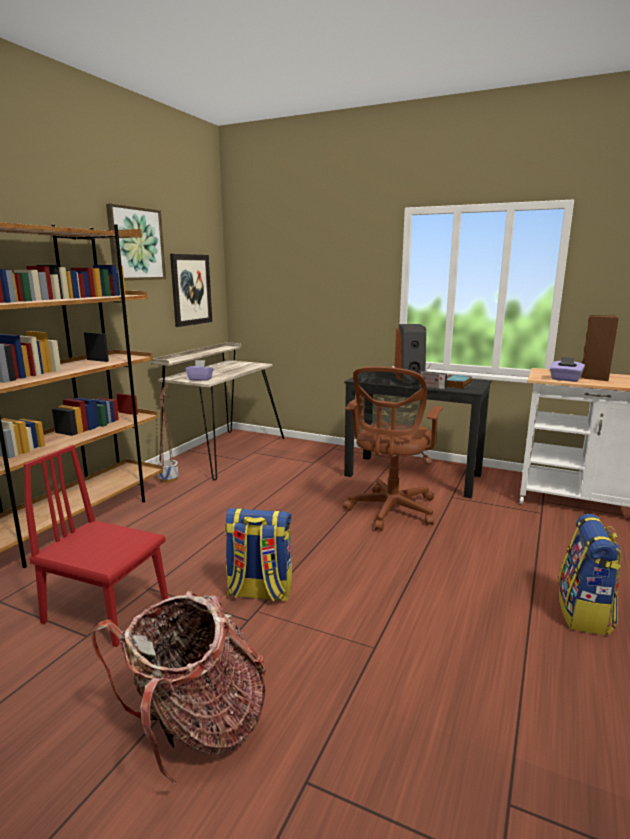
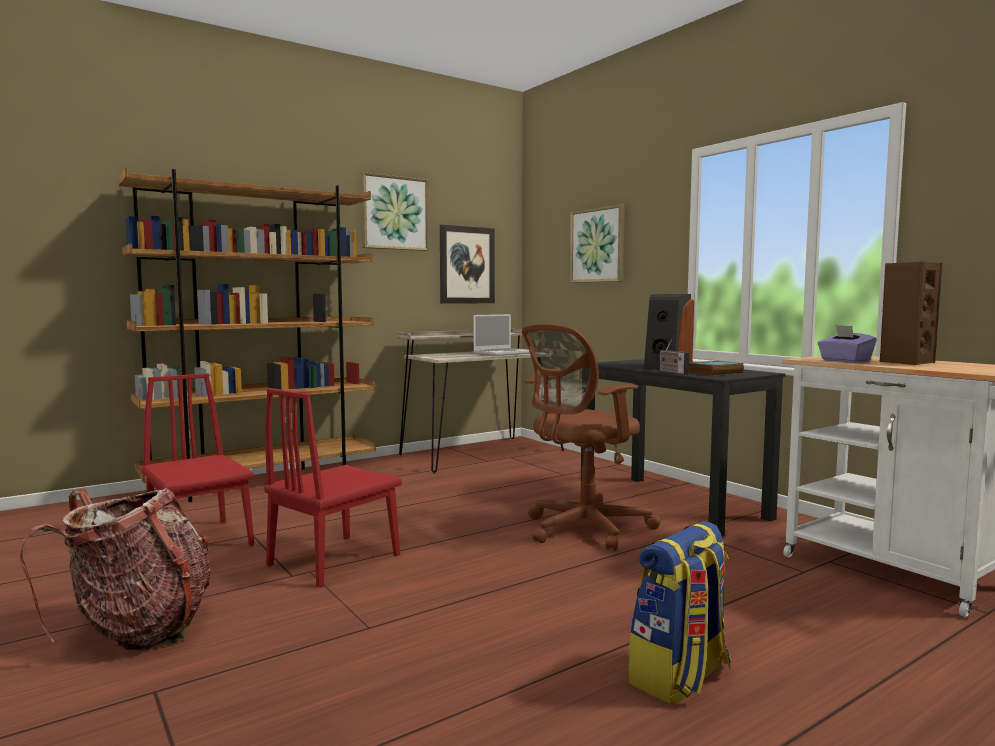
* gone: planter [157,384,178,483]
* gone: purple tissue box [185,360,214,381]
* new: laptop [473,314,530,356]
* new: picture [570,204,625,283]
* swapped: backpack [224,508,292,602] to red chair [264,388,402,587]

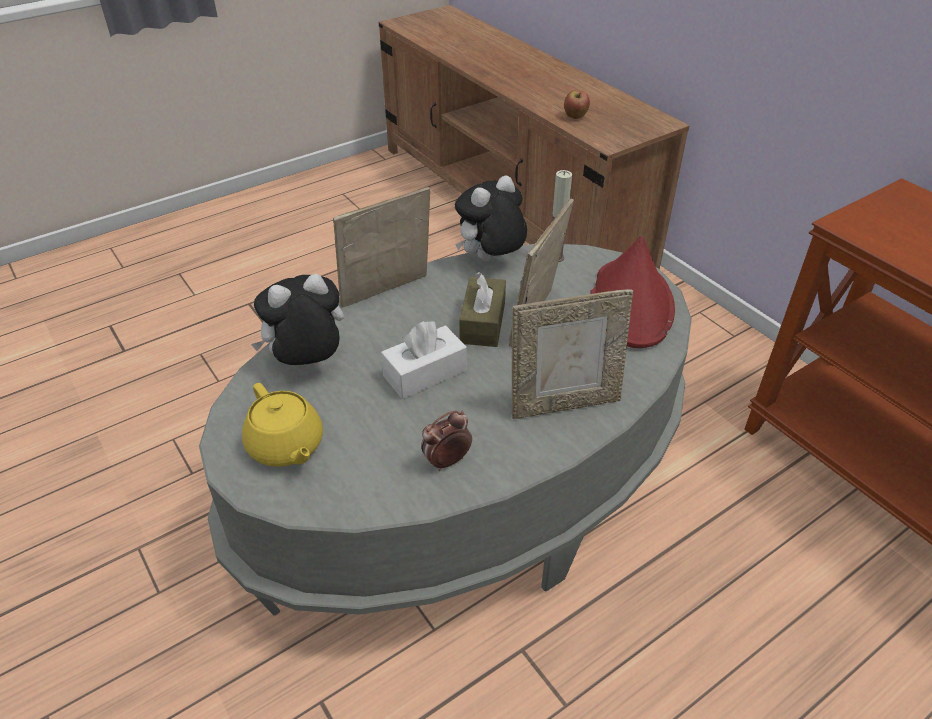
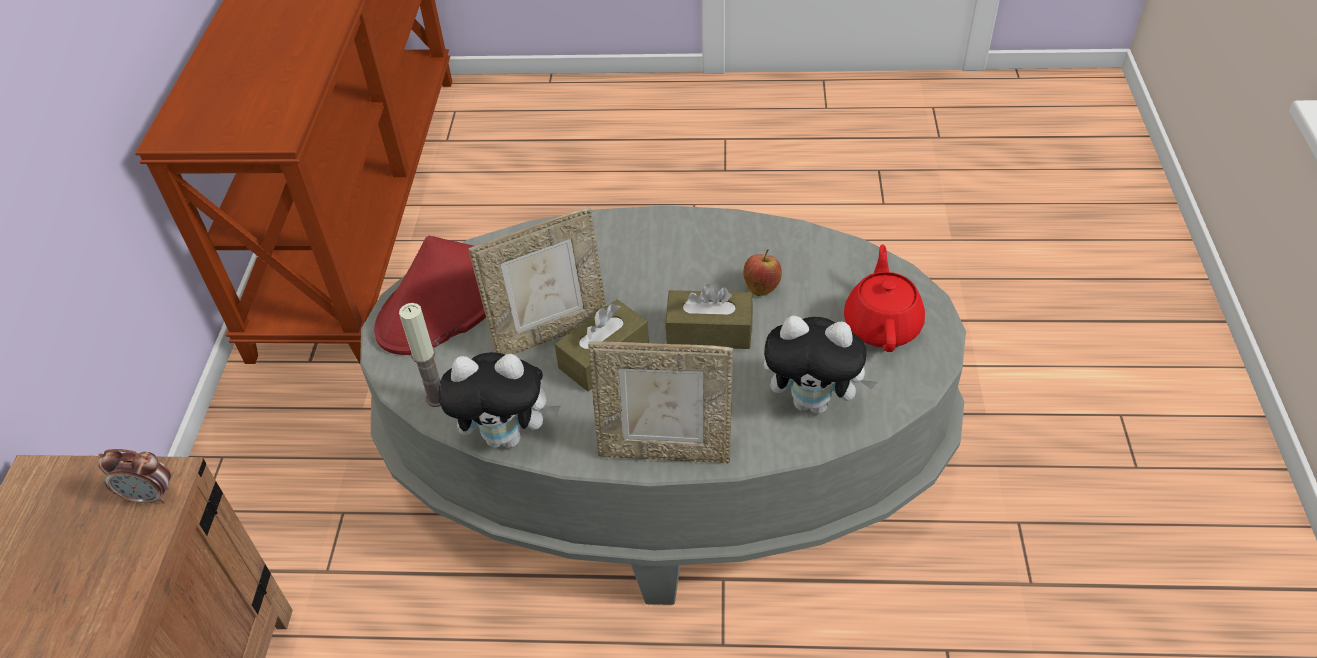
* gone: picture frame [512,289,633,419]
* shifted: alarm clock [421,410,472,471] to [98,449,171,504]
* shifted: apple [564,90,590,119] to [743,249,782,296]
* repainted: yellow teapot [242,383,323,467] to red teapot [844,244,925,352]
* repainted: white tissue box [381,321,467,399] to brown tissue box [665,284,753,349]

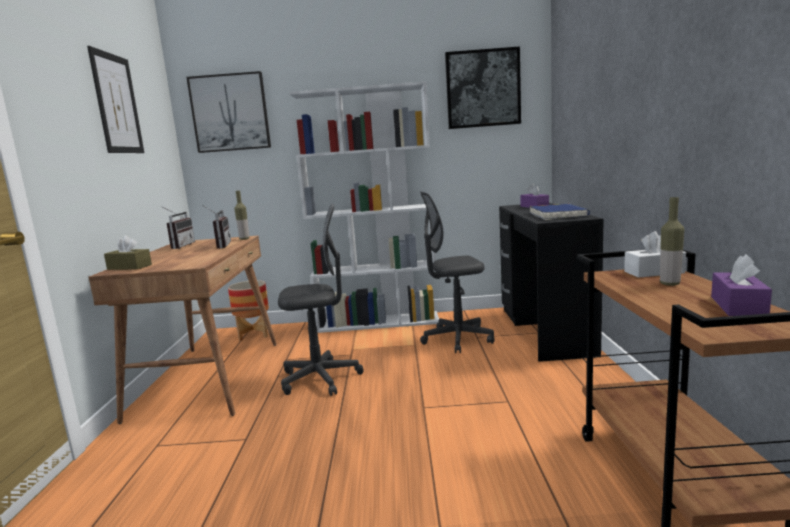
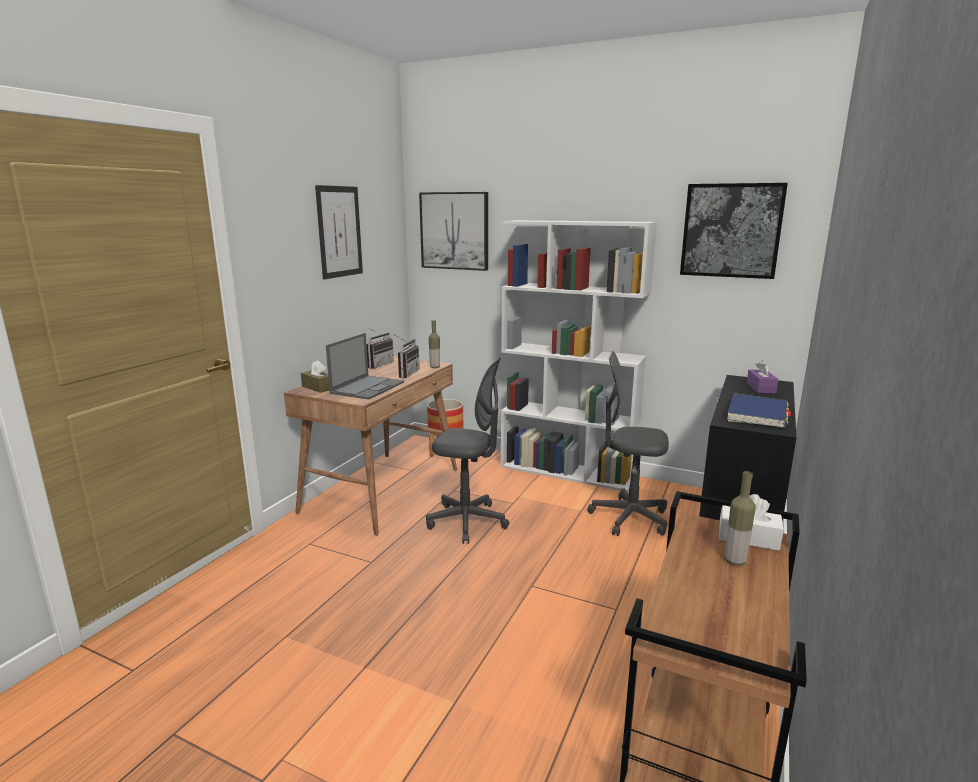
* gone: purple tissue box [711,254,772,316]
* new: laptop [326,333,404,400]

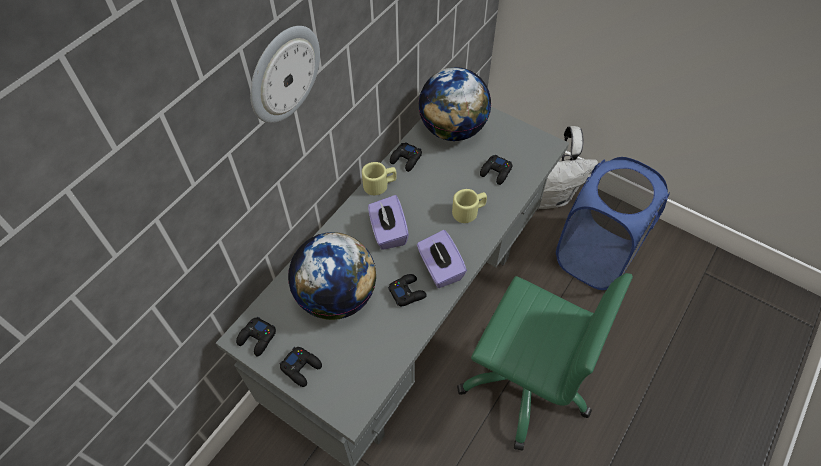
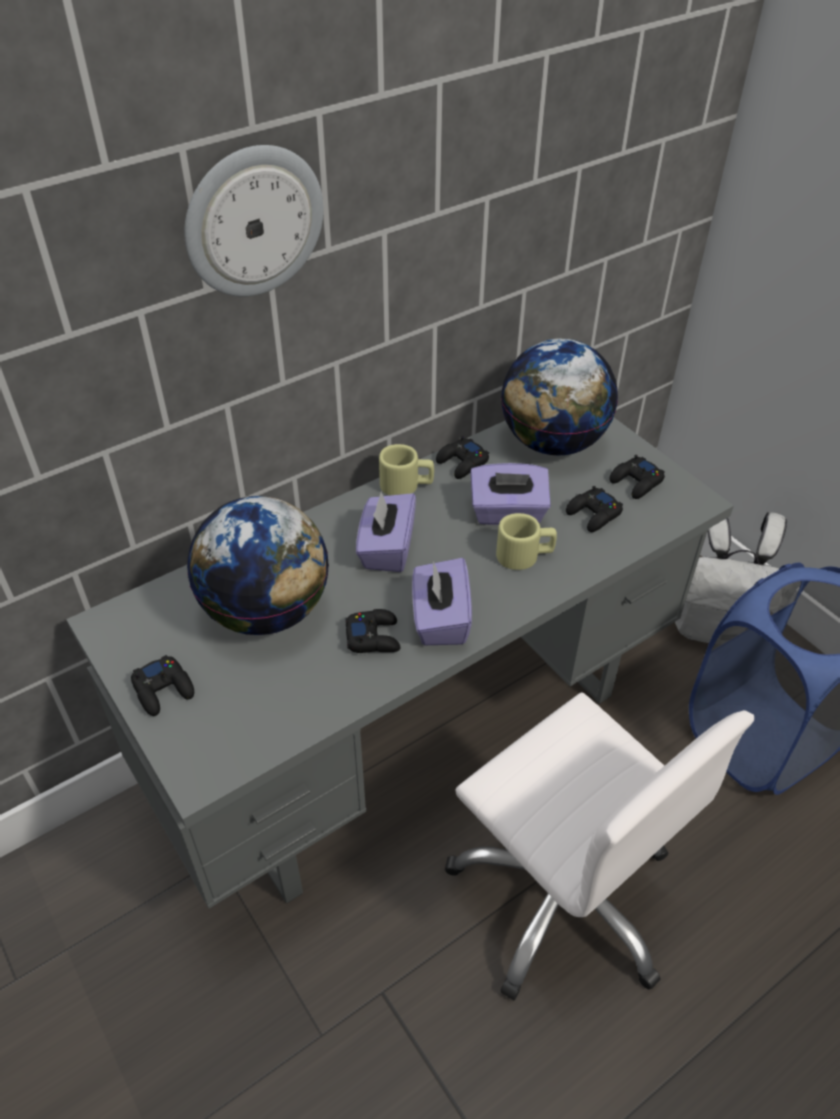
* new: purple tissue box [470,463,551,525]
* shifted: black game controller [236,317,276,356] to [609,455,665,499]
* repainted: green office chair [457,273,633,451] to white office chair [445,692,754,1000]

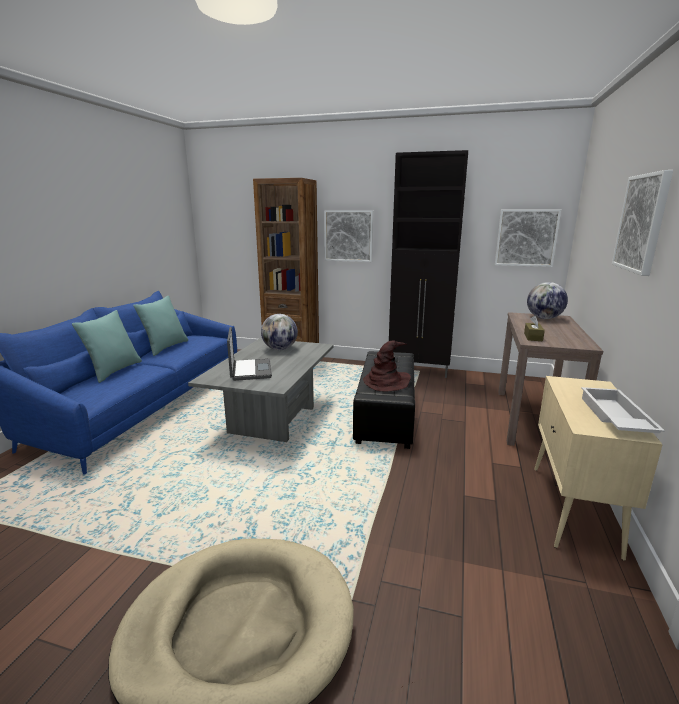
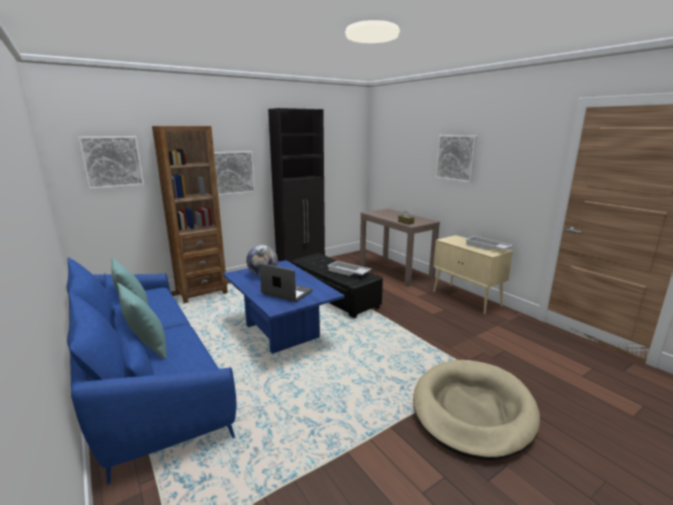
* gone: globe [527,282,568,319]
* shifted: picture [495,210,561,267] to [78,136,144,189]
* swapped: brown hat [363,340,411,391] to white tray [328,261,371,276]
* repainted: grey coffee table [188,338,334,442] to blue coffee table [223,260,344,354]

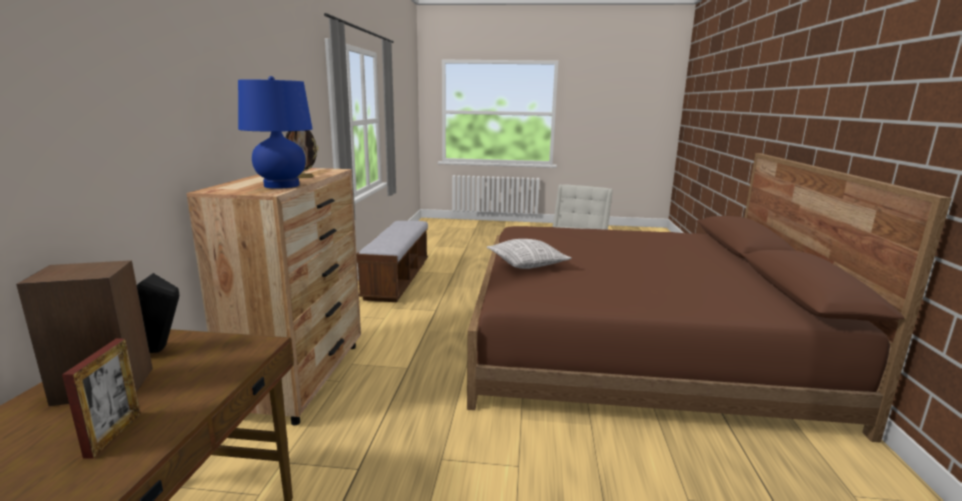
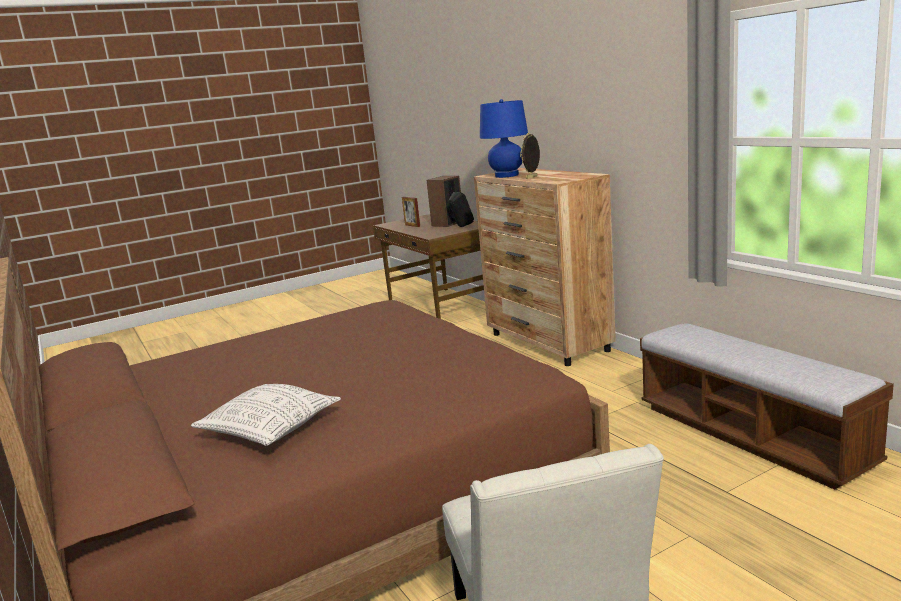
* shifted: pillow [486,239,572,269] to [191,384,341,446]

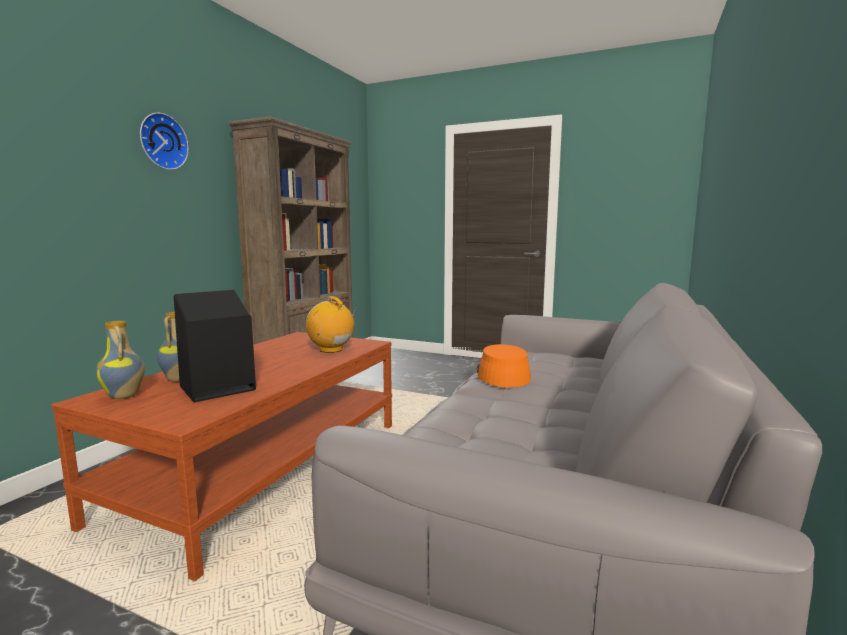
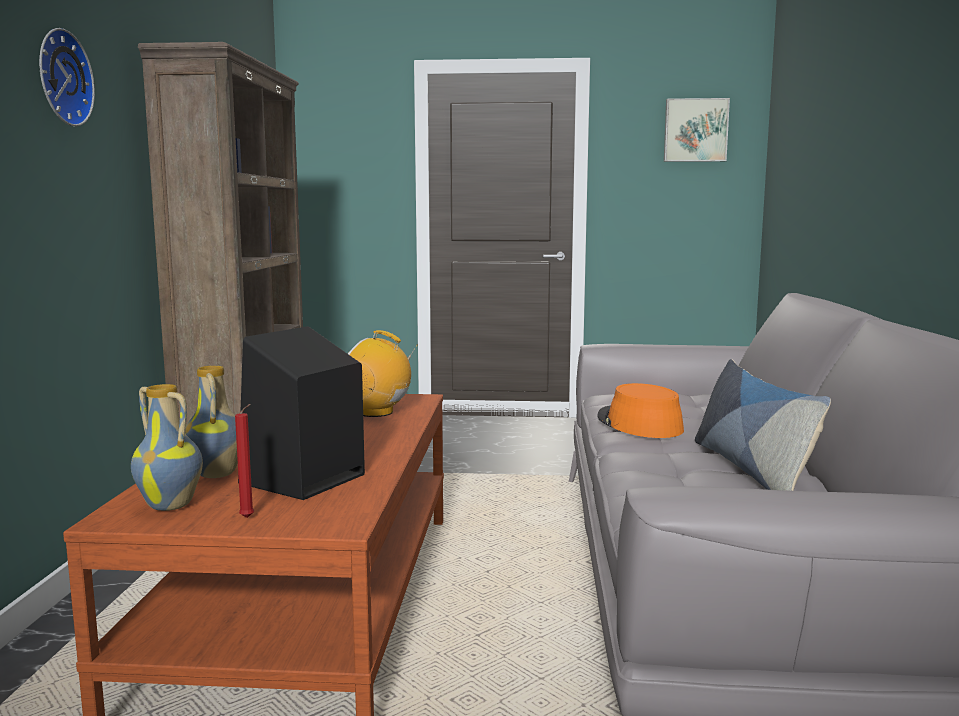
* new: red candle [235,404,254,518]
* new: picture [664,98,730,162]
* new: pillow [695,359,831,491]

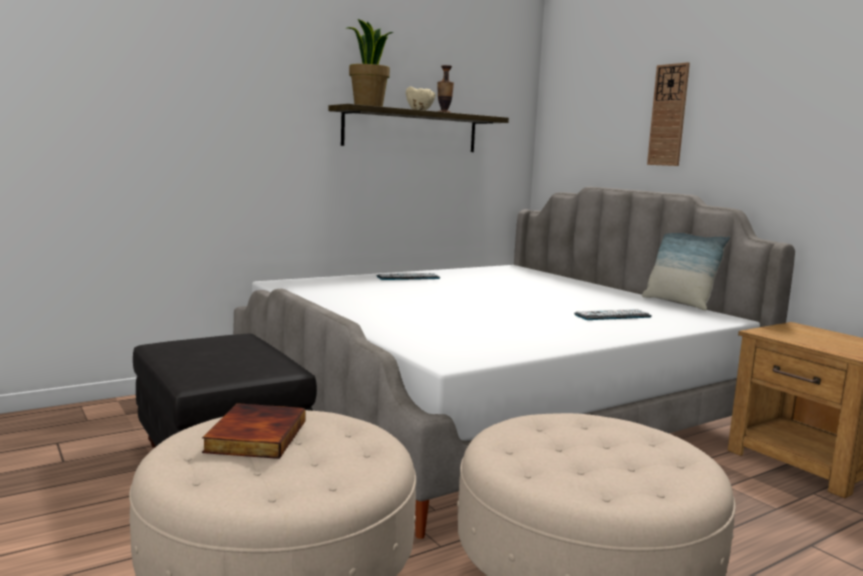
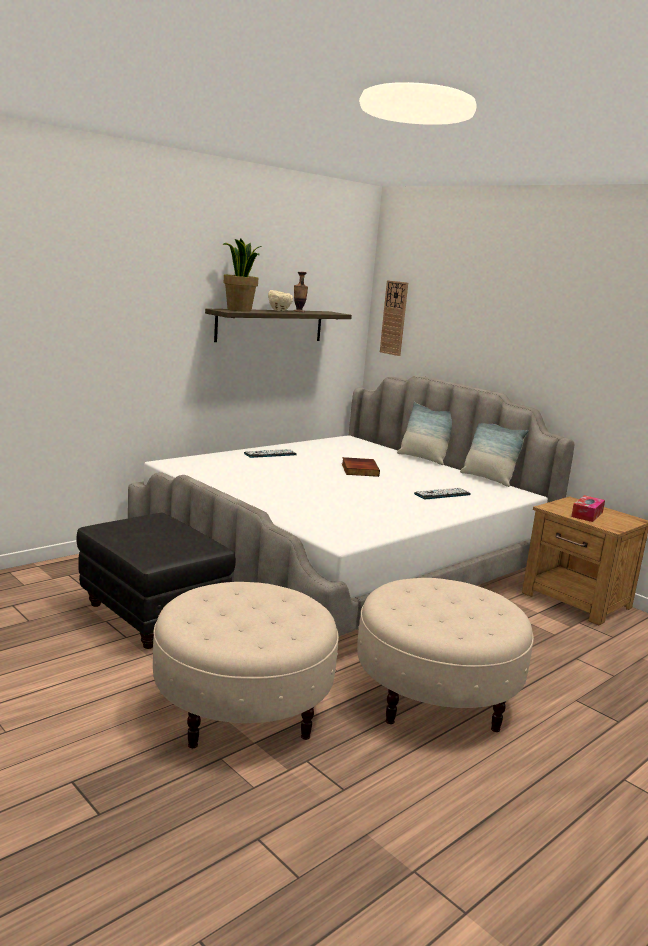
* new: pillow [397,402,452,465]
* new: tissue box [571,495,605,522]
* shifted: book [202,403,305,459] to [342,457,380,477]
* shifted: wall clock [647,62,690,166] to [380,280,408,356]

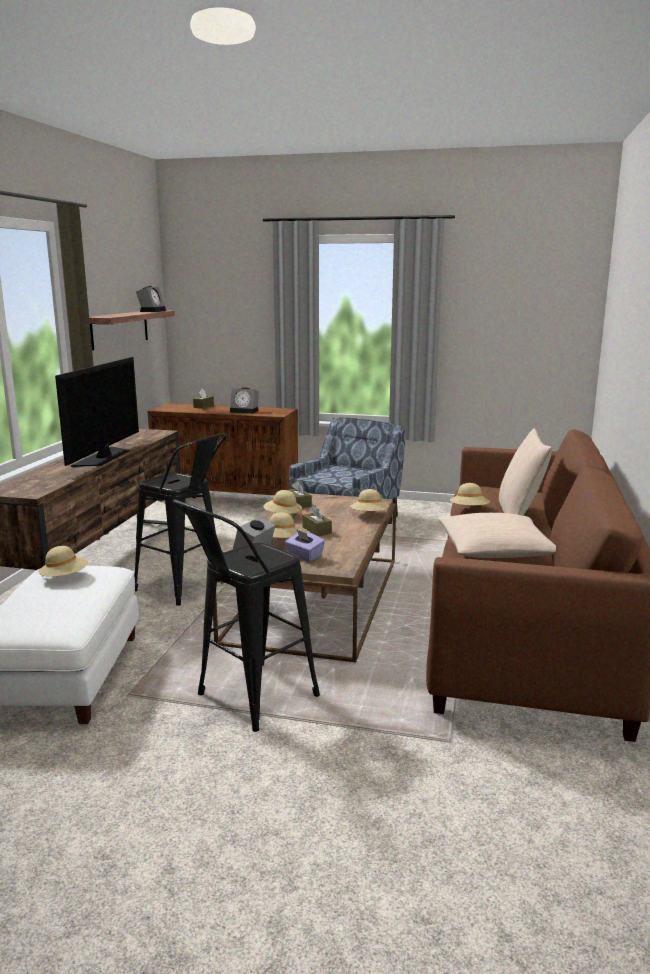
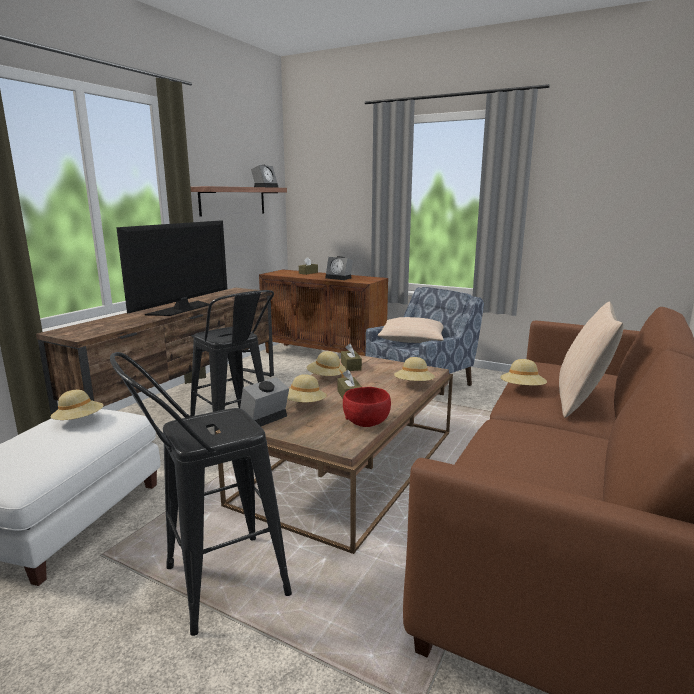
* gone: purple tissue box [285,529,325,562]
* new: red bowl [343,387,391,427]
* shifted: beige pillow [438,513,556,558] to [378,317,444,343]

